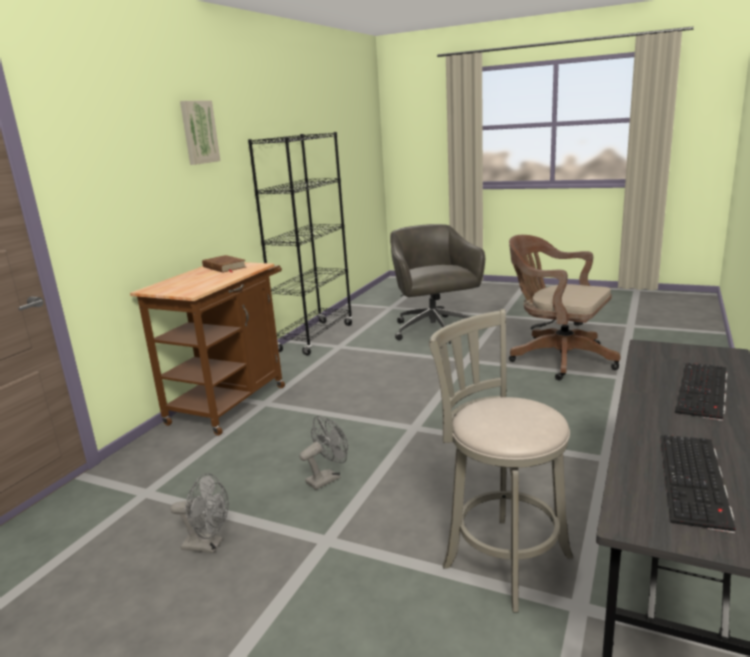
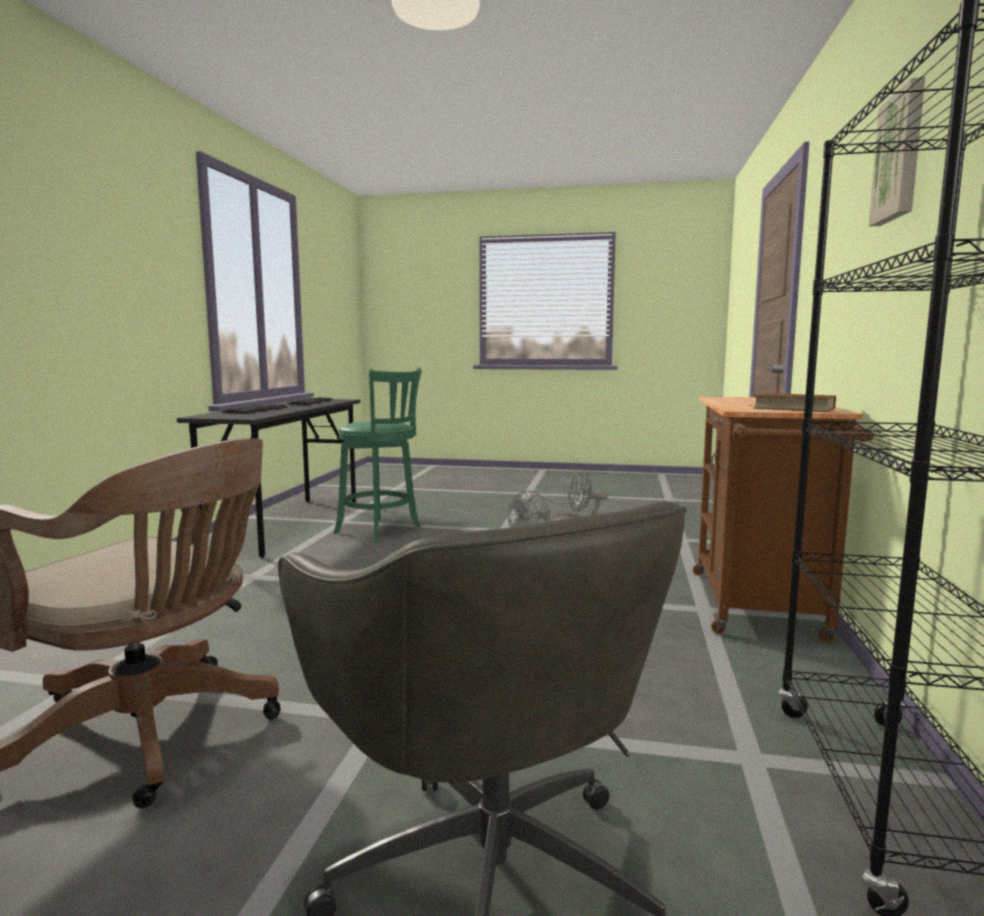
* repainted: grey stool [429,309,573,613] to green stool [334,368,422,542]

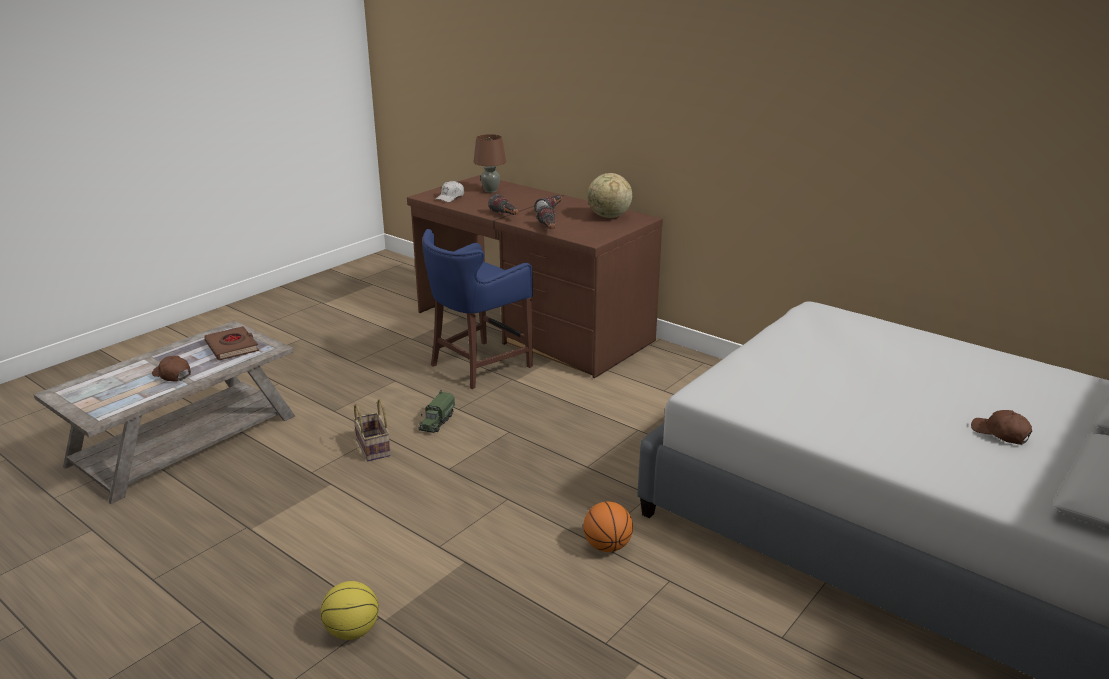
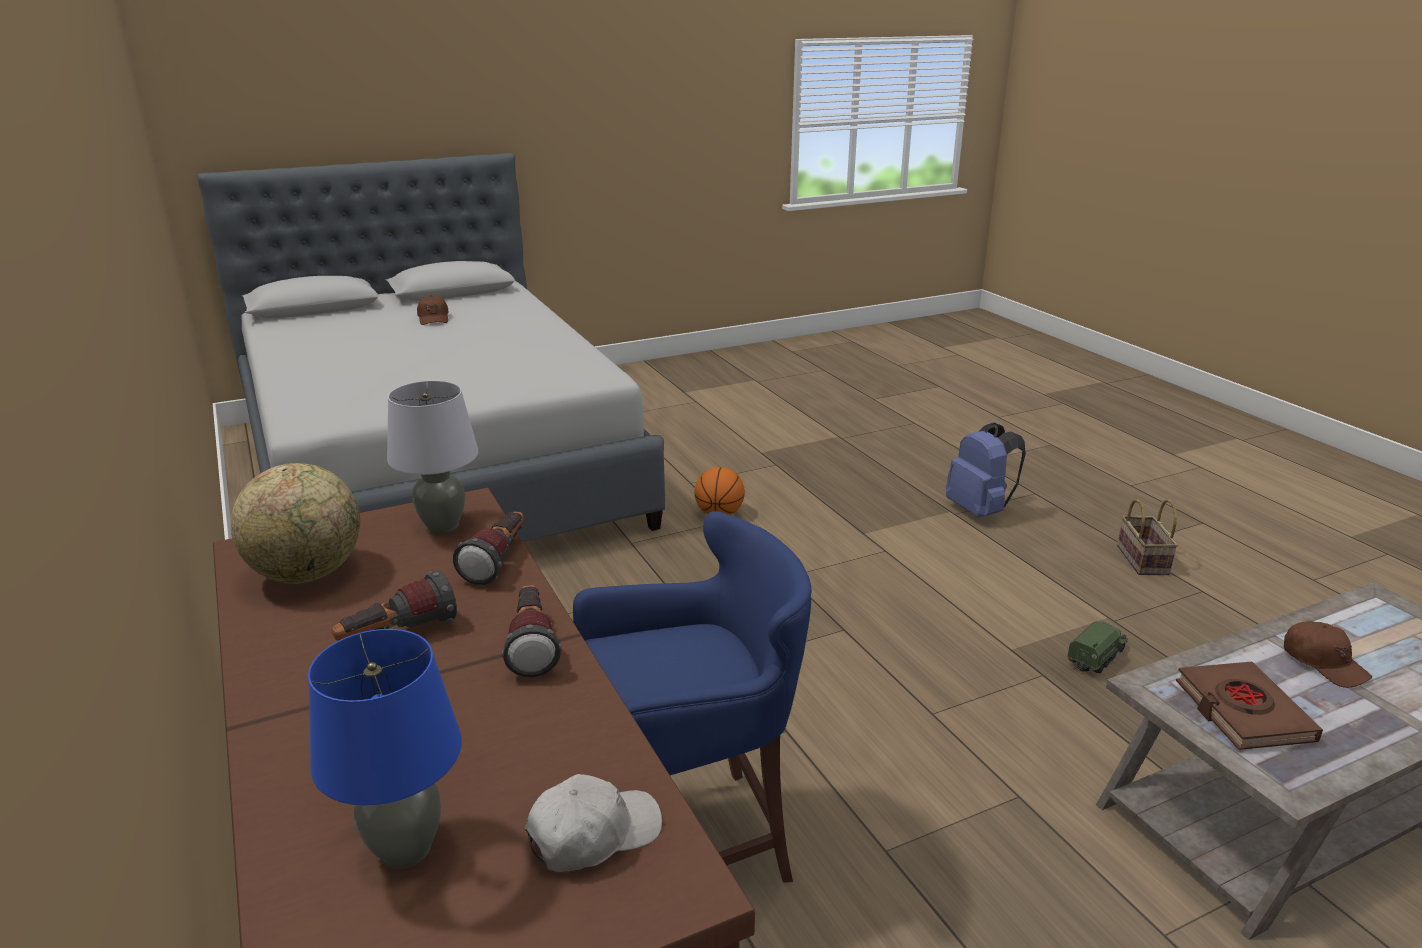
* new: grey table lamp [387,380,478,534]
* shifted: basket [353,399,391,461] to [1117,499,1178,575]
* shifted: toy truck [418,390,455,433] to [1067,621,1128,673]
* swapped: basketball [321,581,379,640] to blue backpack [946,423,1026,518]
* repainted: brown table lamp [473,134,506,193] to blue table lamp [308,629,462,869]

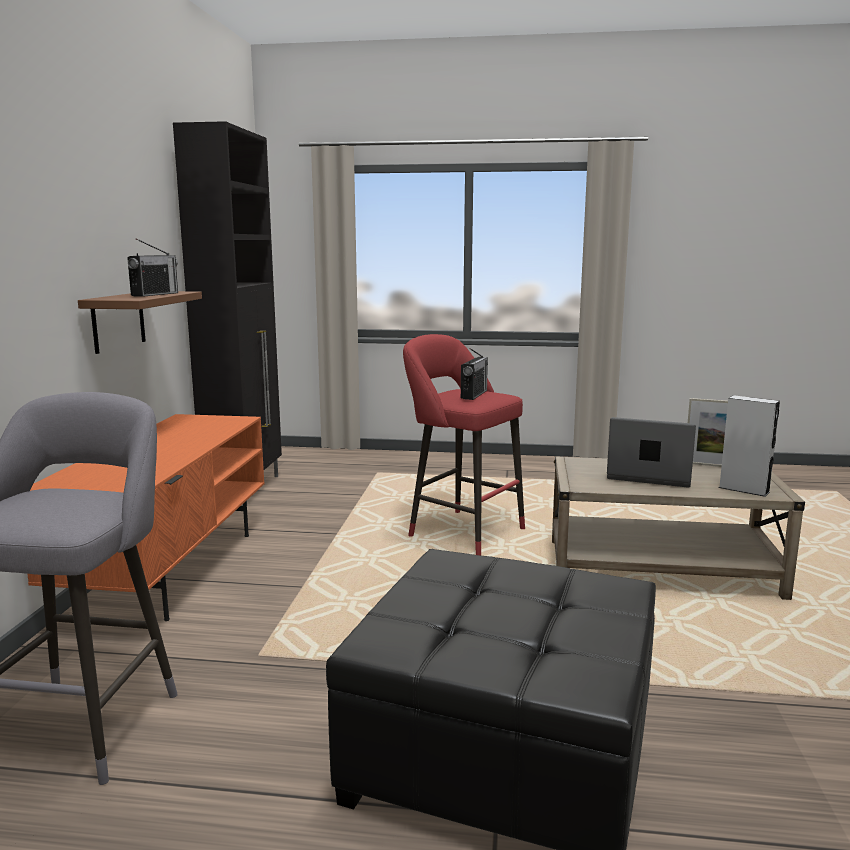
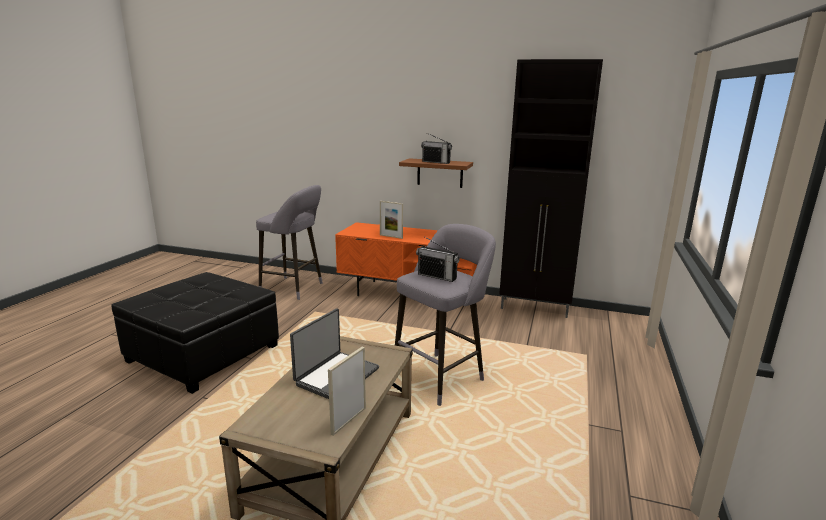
* gone: grey speaker [719,395,780,497]
* new: picture frame [380,201,403,239]
* repainted: red stool [403,334,525,555] to grey stool [395,224,496,406]

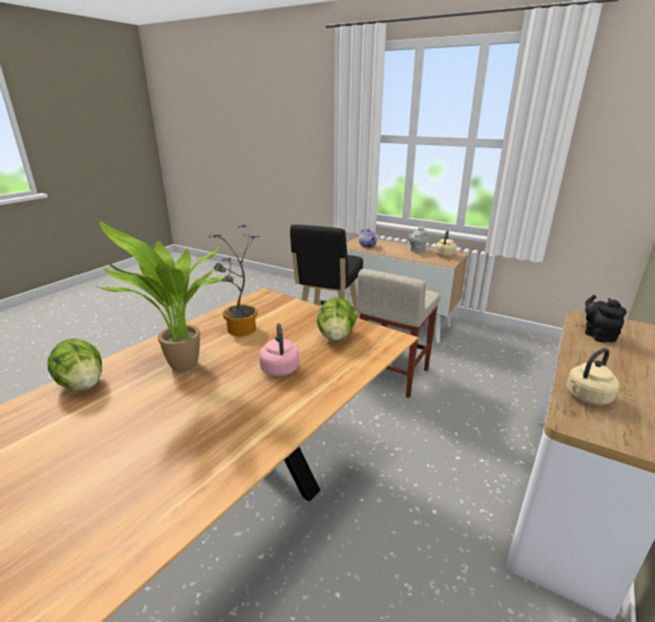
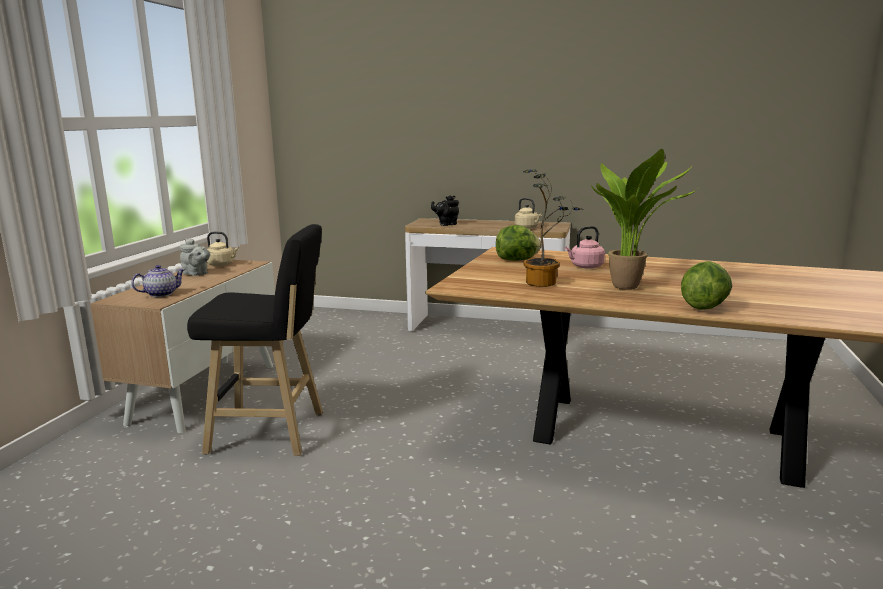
* gone: beige stool [357,269,440,398]

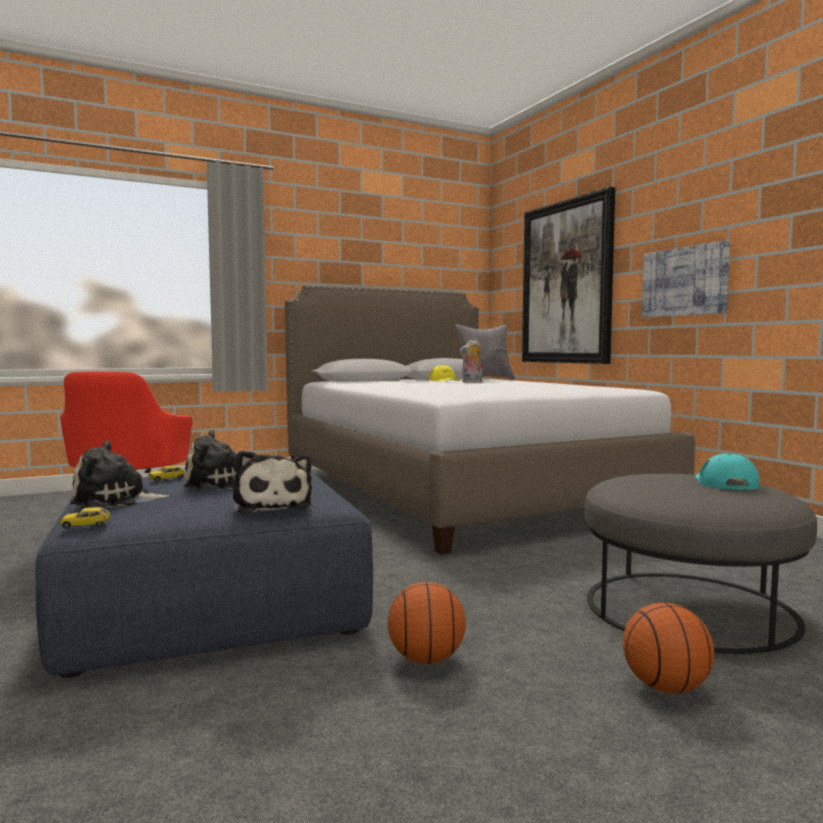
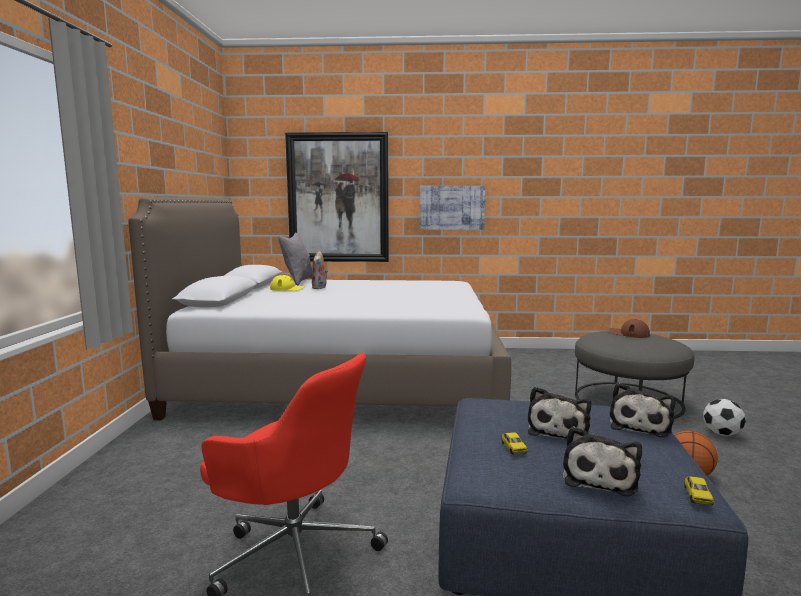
* swapped: basketball [623,602,715,693] to football [703,399,746,436]
* repainted: turquoise cap [695,453,759,490] to brown cap [609,319,650,338]
* rotated: plush toy [233,450,312,514] = [609,383,675,437] 105 degrees clockwise

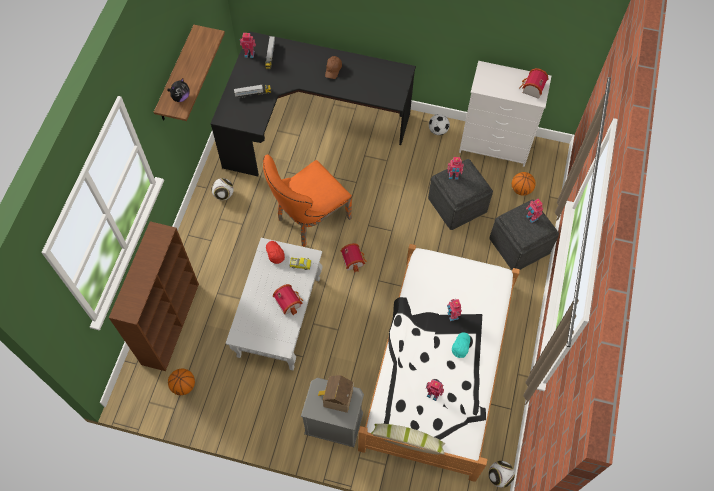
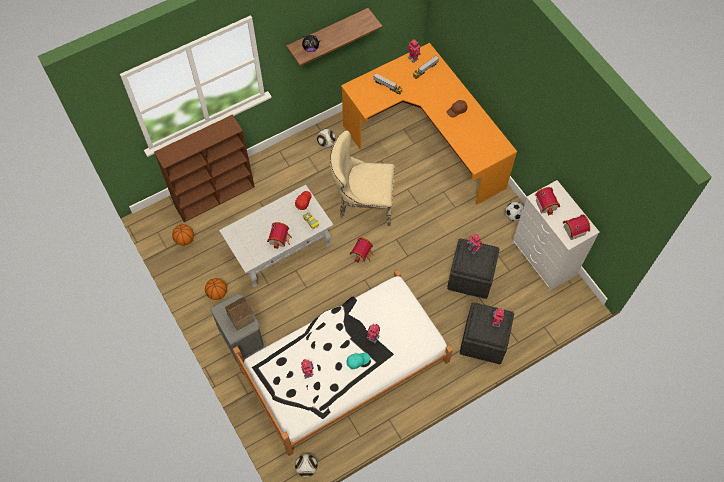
* gone: pillow [371,424,445,455]
* new: toy house [535,187,560,216]
* shifted: basketball [512,172,536,196] to [205,278,227,300]
* repainted: black desk [210,31,416,176] to orange desk [341,43,517,205]
* repainted: orange chair [263,154,352,247] to beige chair [330,130,394,226]

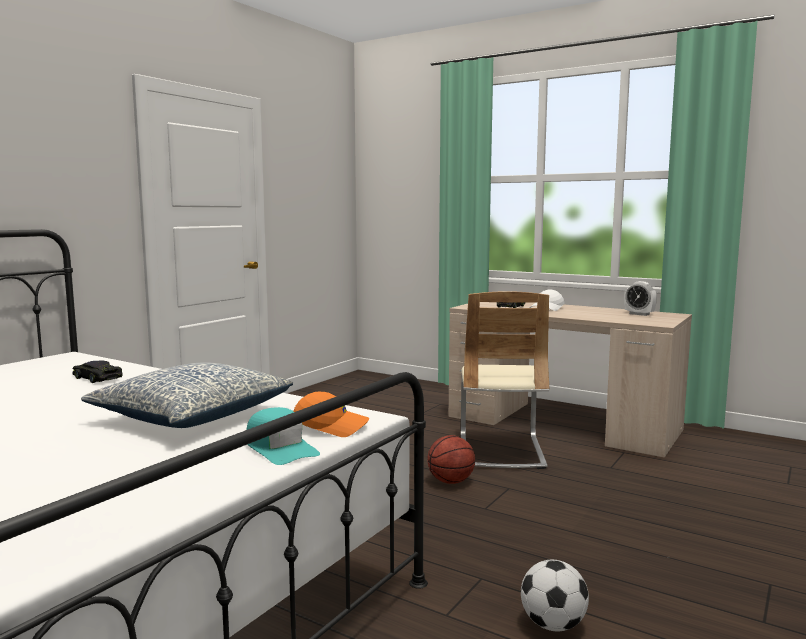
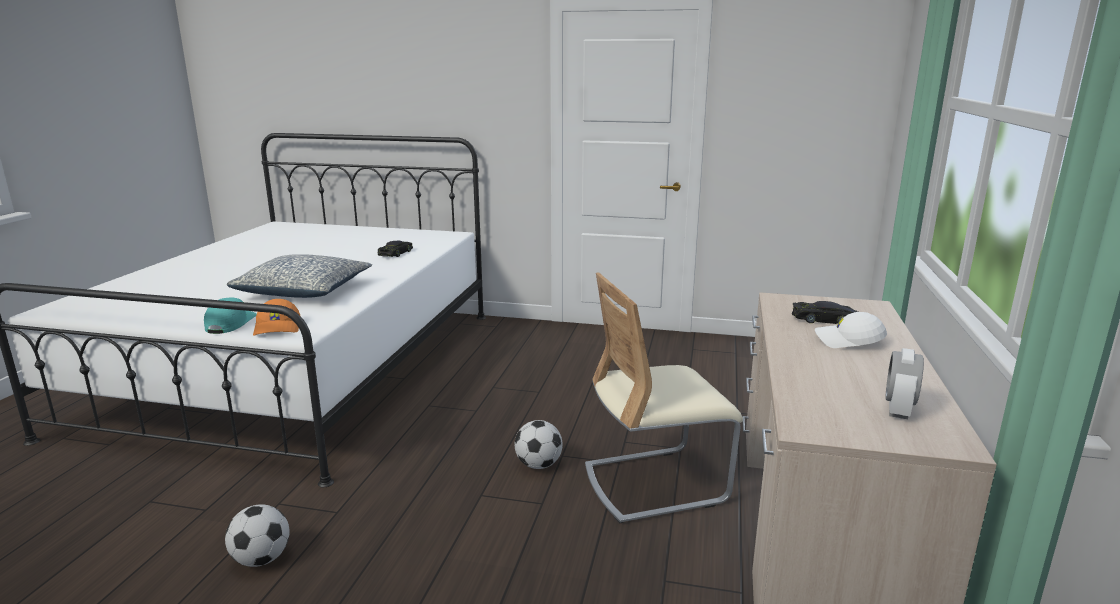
* swapped: basketball [428,435,475,484] to football [515,420,563,469]
* rotated: turquoise cap [247,407,320,465] = [204,297,257,334] 150 degrees clockwise

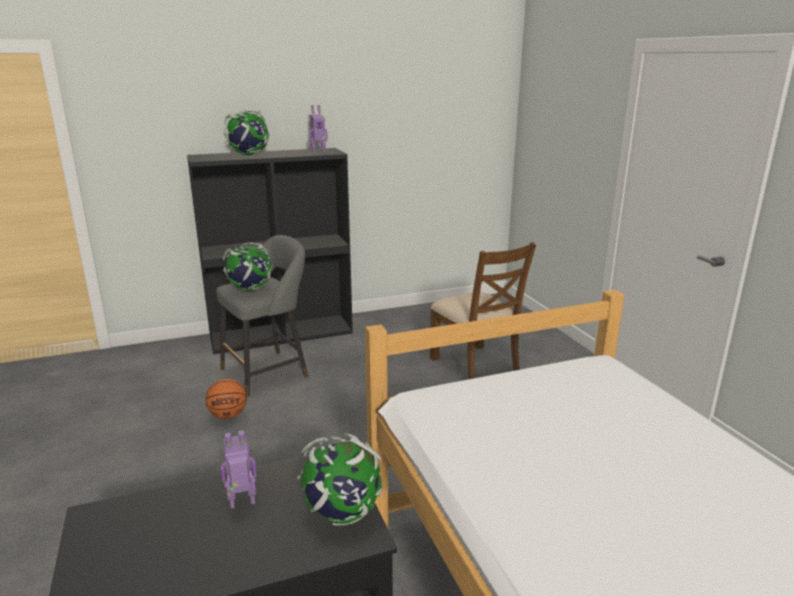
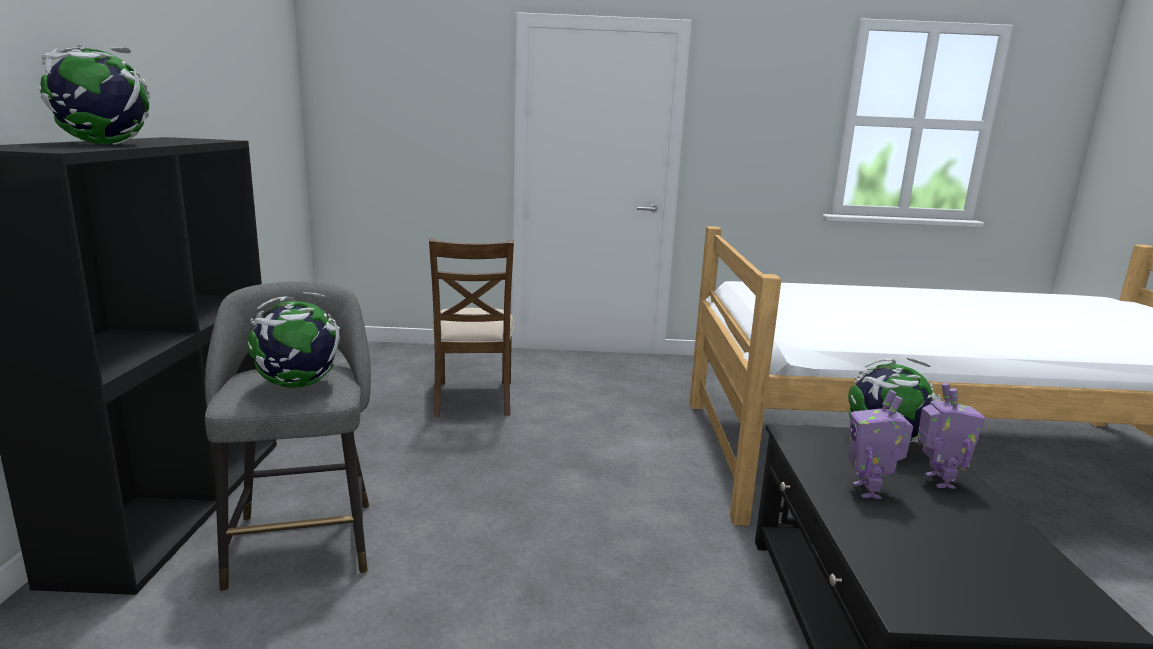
* gone: basketball [205,379,247,419]
* shifted: toy robot [310,105,328,152] to [917,383,985,489]
* rotated: brown chair [430,242,536,379] = [429,238,514,417] 90 degrees clockwise

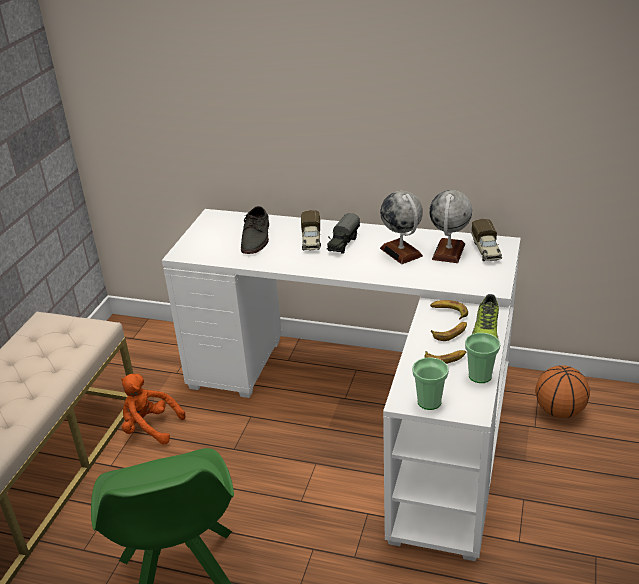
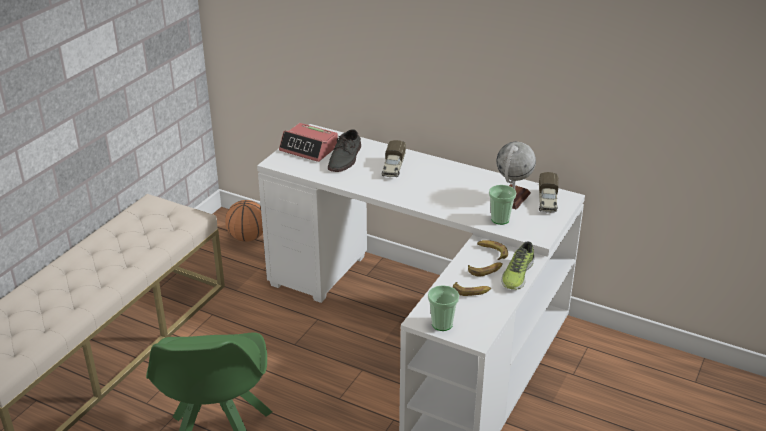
* gone: orange plush toy [121,374,186,445]
* gone: toy truck [327,213,360,254]
* gone: globe [380,191,423,264]
* new: alarm clock [279,123,338,162]
* shifted: cup [465,333,500,383] to [489,185,517,225]
* shifted: basketball [535,365,590,418] to [225,200,263,242]

